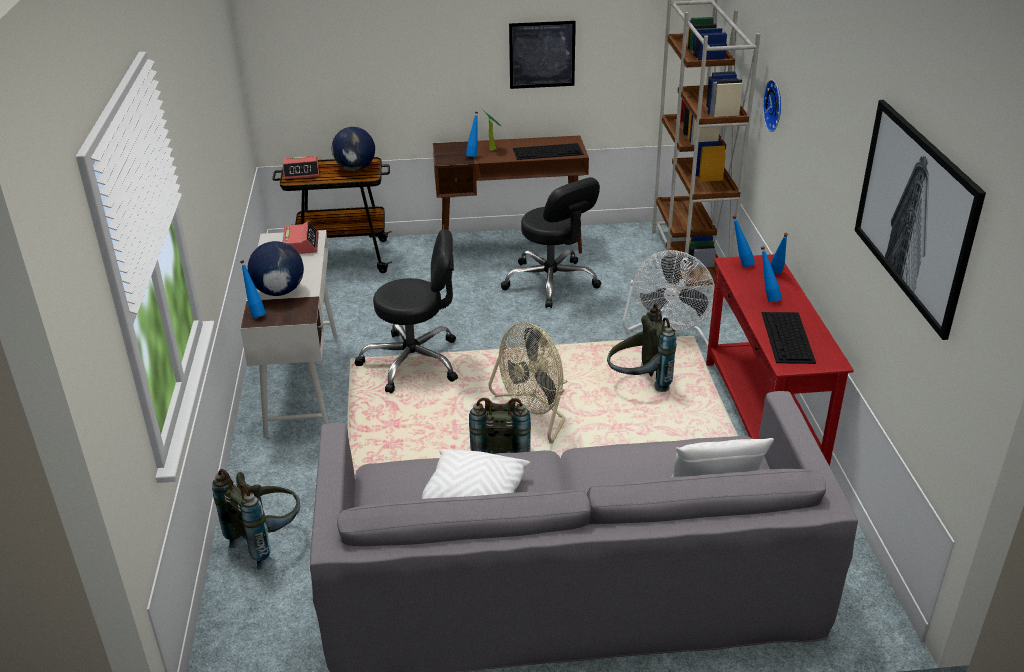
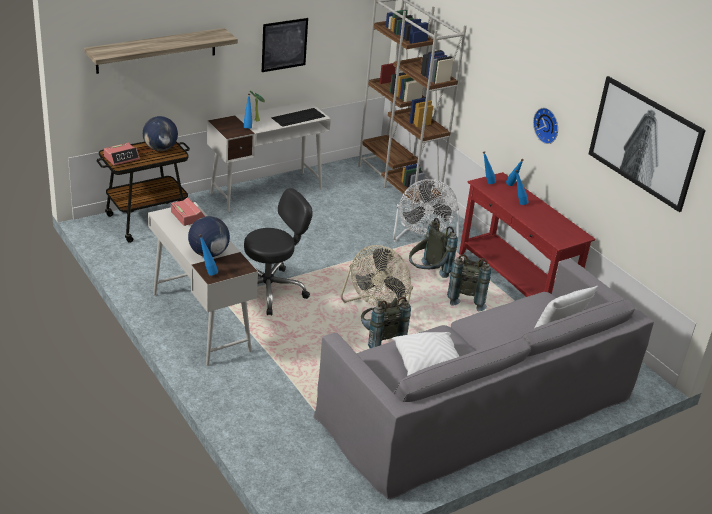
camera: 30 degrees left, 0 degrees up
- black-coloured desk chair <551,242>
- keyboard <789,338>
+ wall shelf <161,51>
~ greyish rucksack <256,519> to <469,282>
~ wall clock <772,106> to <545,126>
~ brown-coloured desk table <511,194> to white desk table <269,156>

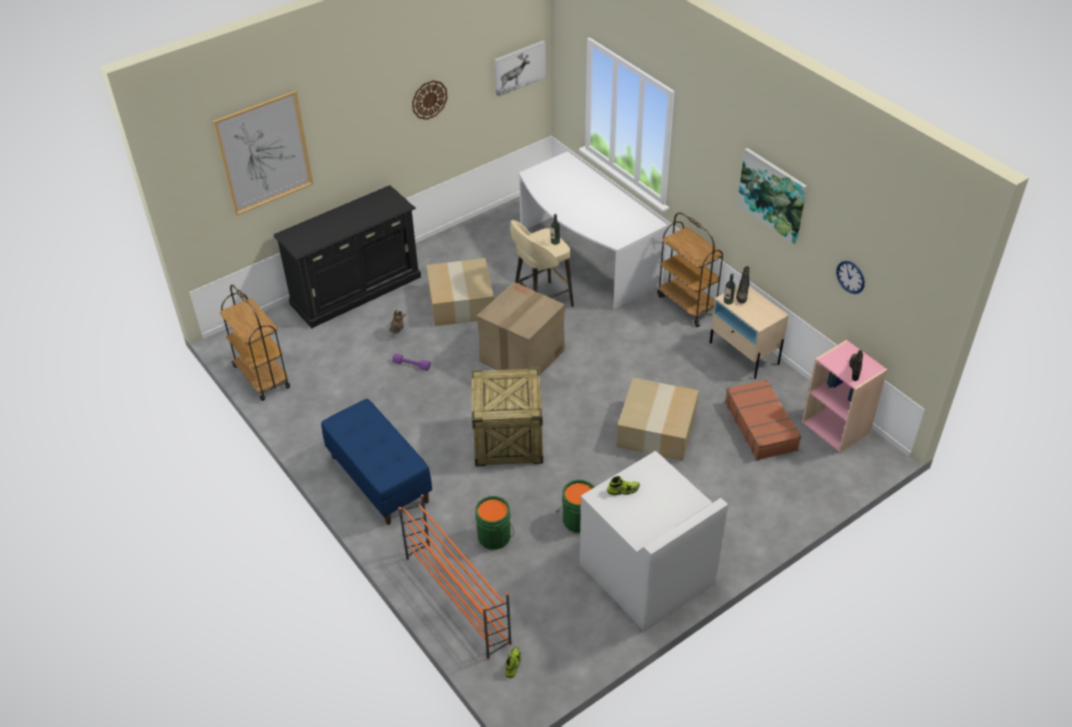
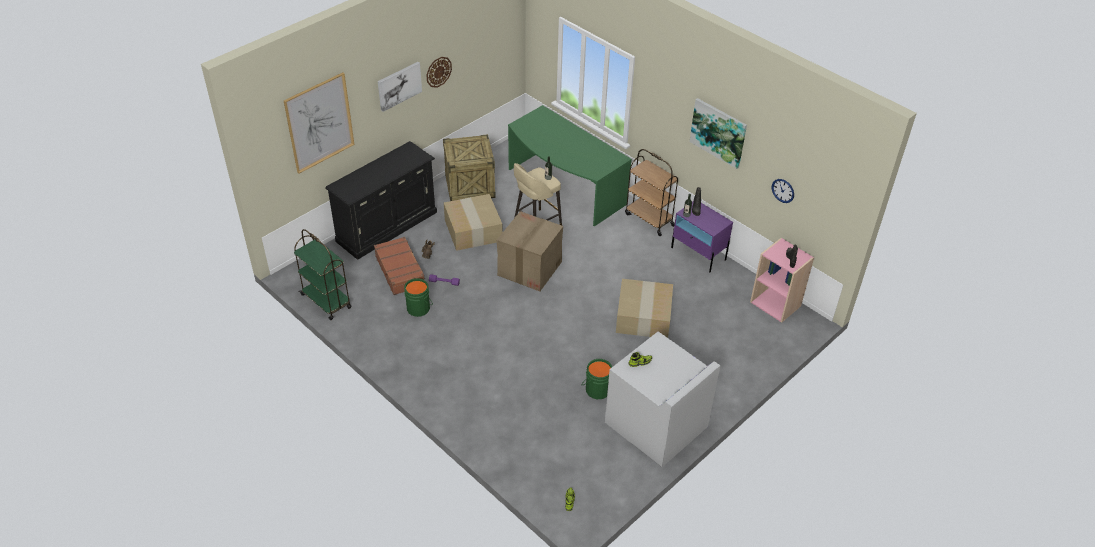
camera: 10 degrees left, 0 degrees up
- blue bench <376,462>
- orange shoe stand <455,577>
~ crate <507,417> to <469,167>
~ greenish pail <494,523> to <418,297>
~ wall art <520,69> to <400,87>
~ brown-coloured travel case <763,419> to <399,266>
~ brown-coloured wheeled cart <255,342> to greenish wheeled cart <322,274>
~ white desk table <593,229> to greenish desk table <570,165>
~ beige-coloured bedside table <749,332> to purple-coloured bedside table <702,236>

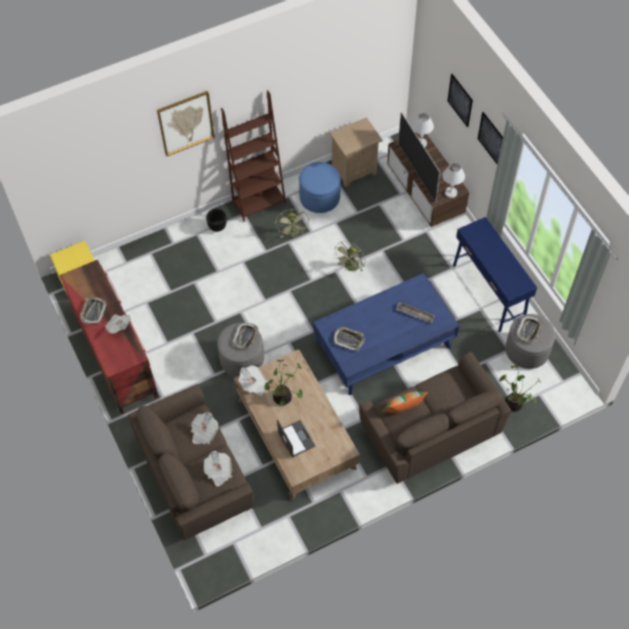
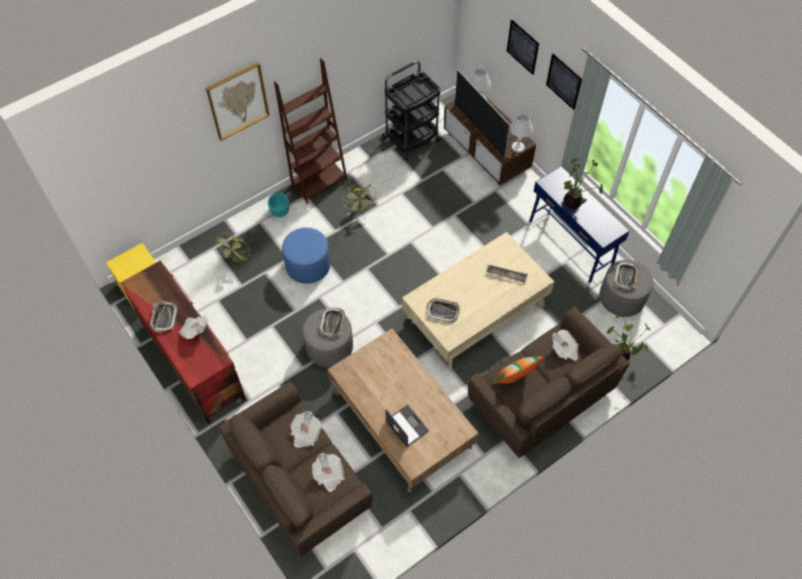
camera: 10 degrees left, 0 degrees up
~ daily paper <253,381> to <565,345>
~ plant in a pot <283,383> to <583,183>
~ blue ottoman <319,187> to <306,256>
~ greenish fan <349,256> to <234,248>
~ beige-coloured bedside table <356,152> to black-coloured wheeled cart <411,110>
~ black-coloured planter <216,220> to turquoise planter <278,205>
~ blue coffee table <386,334> to beige-coloured coffee table <478,300>

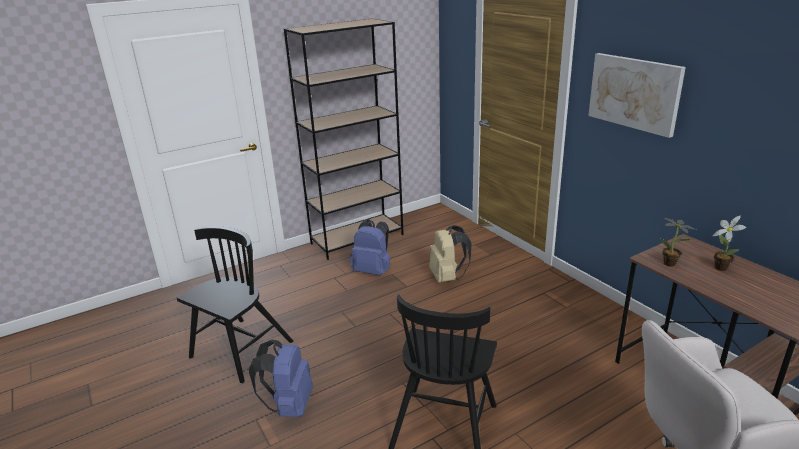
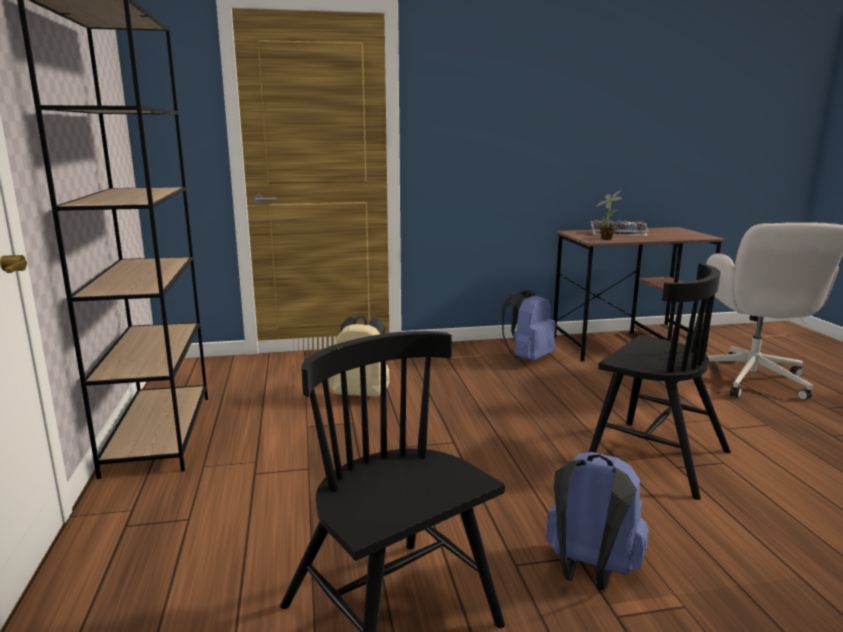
camera: 70 degrees left, 10 degrees down
- wall art <637,95>
~ blue rucksack <370,248> to <529,325>
~ plant in a pot <730,243> to keyboard <620,228>

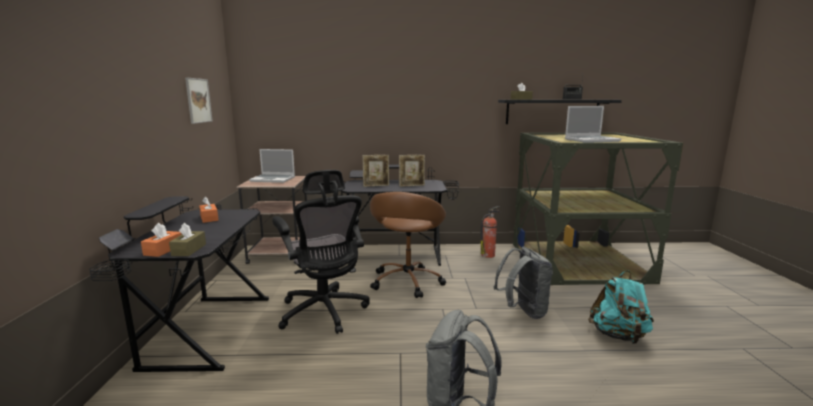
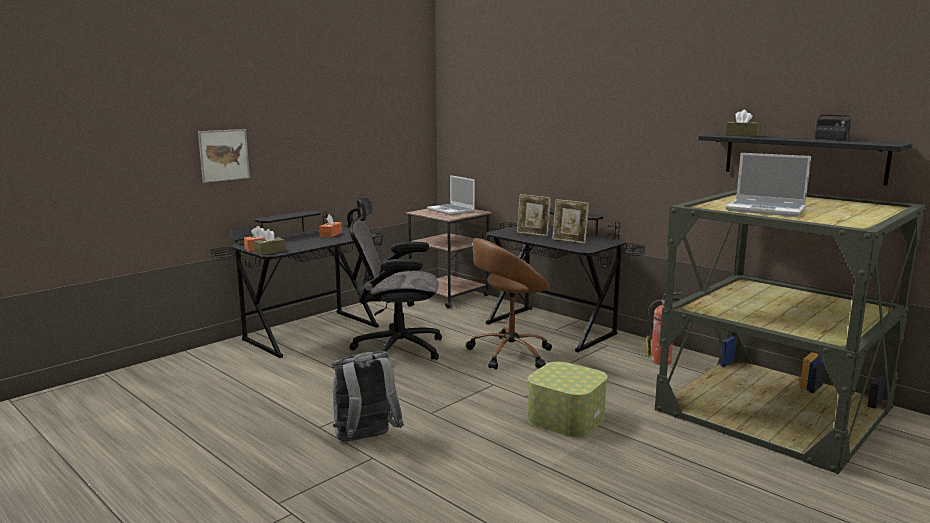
camera: 45 degrees right, 0 degrees up
- turquoise rucksack <621,307>
~ wall art <199,100> to <224,156>
~ greyish rucksack <523,283> to storage bin <567,399>
~ desk chair <321,252> = <394,277> 75 degrees clockwise

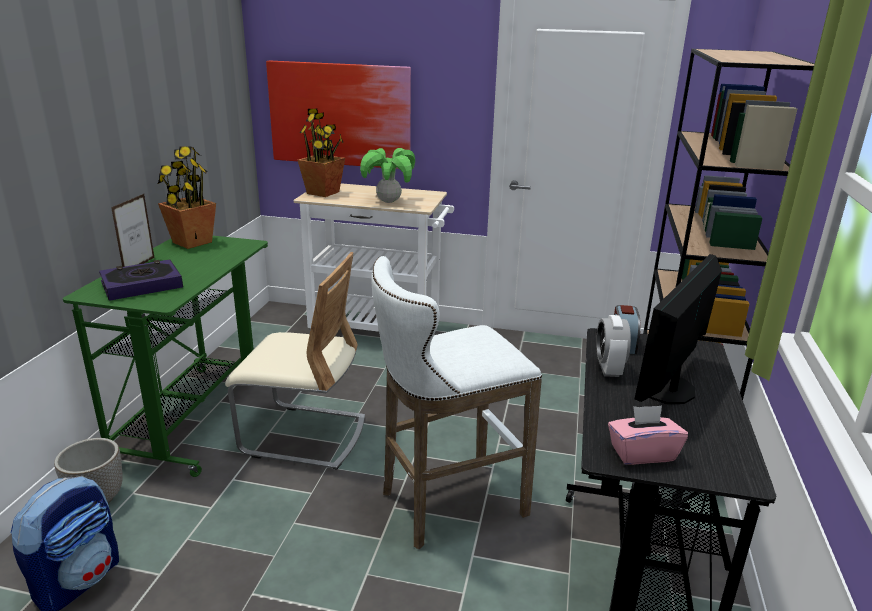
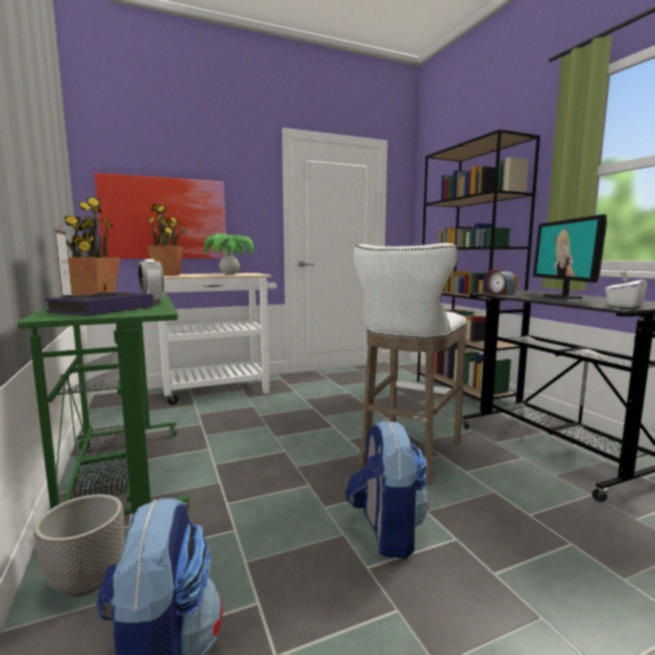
camera: 35 degrees left, 15 degrees down
- beige-coloured chair <295,361>
+ rucksack <387,489>
~ bedside clock <613,346> to <151,281>
~ pinkish box of tissues <648,435> to white box of tissues <626,289>

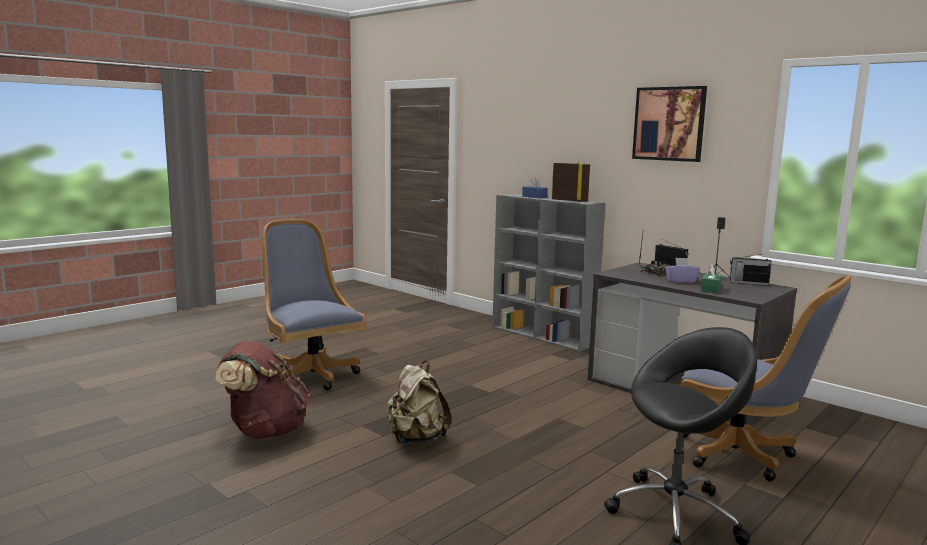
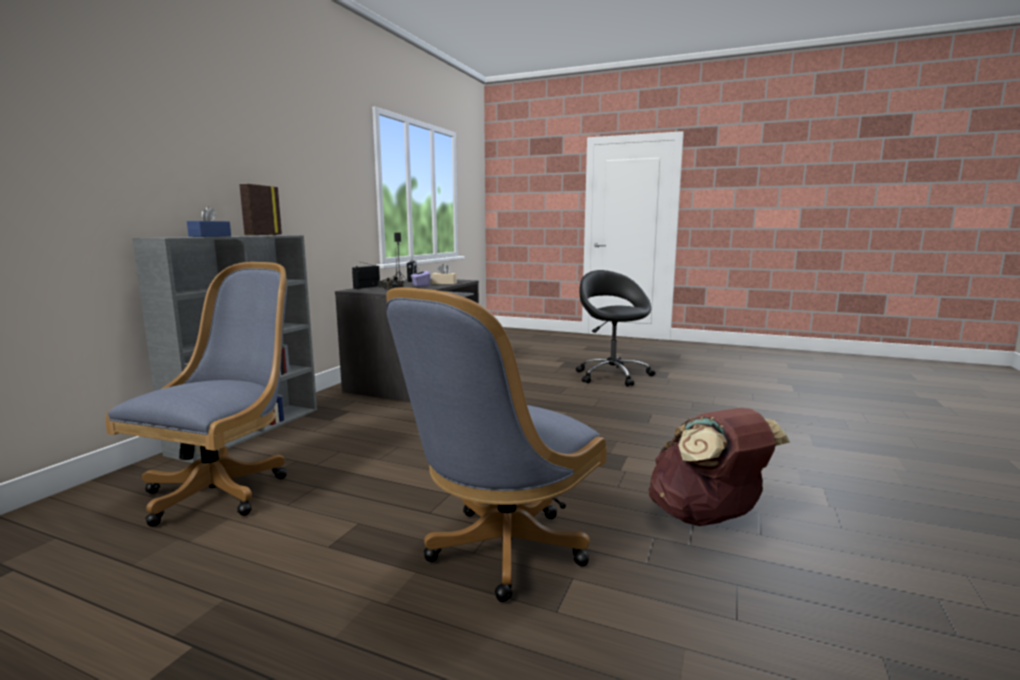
camera: 110 degrees left, 0 degrees up
- beige-coloured rucksack <419,402>
- wall art <669,124>
~ blue desk chair <766,378> to <196,394>
~ greenish box of tissues <711,278> to beige-coloured box of tissues <444,274>

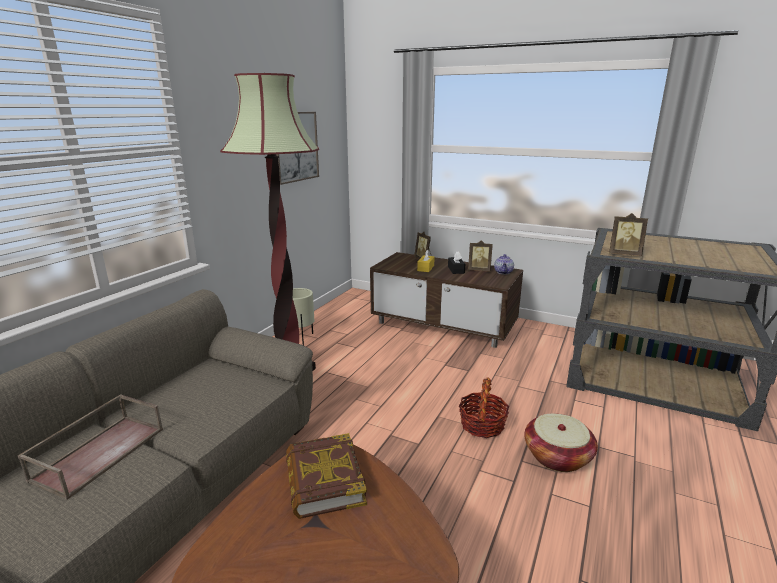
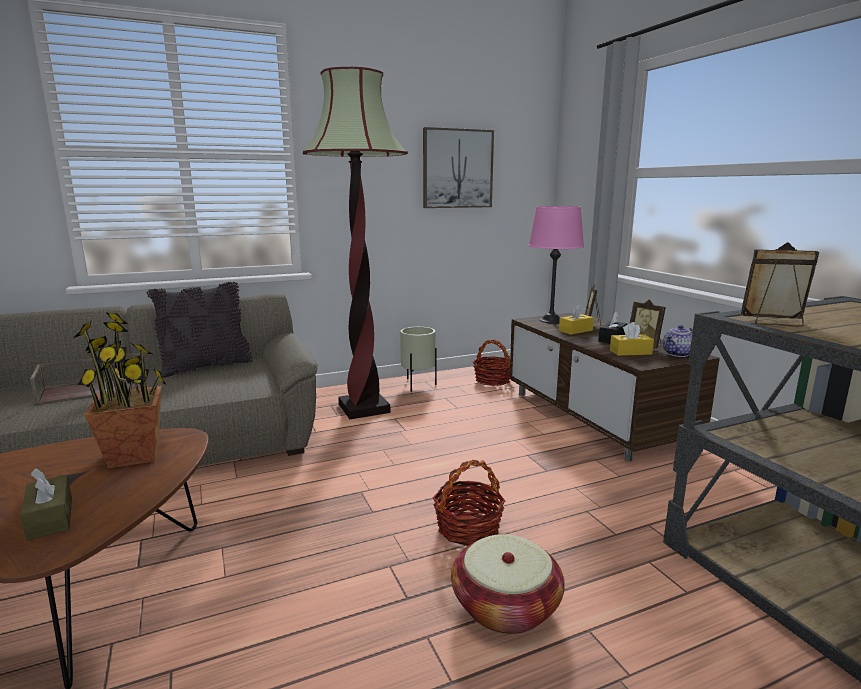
camera: 40 degrees right, 5 degrees down
+ brown-coloured box of tissues <46,504>
+ black-coloured cushion <199,329>
+ basket <491,362>
+ pinkish lamp for a table <556,264>
+ yellowish box of tissues <632,339>
~ bound book <326,476> to plant in a pot <120,390>
~ photo frame <628,234> = <780,284> 135 degrees clockwise

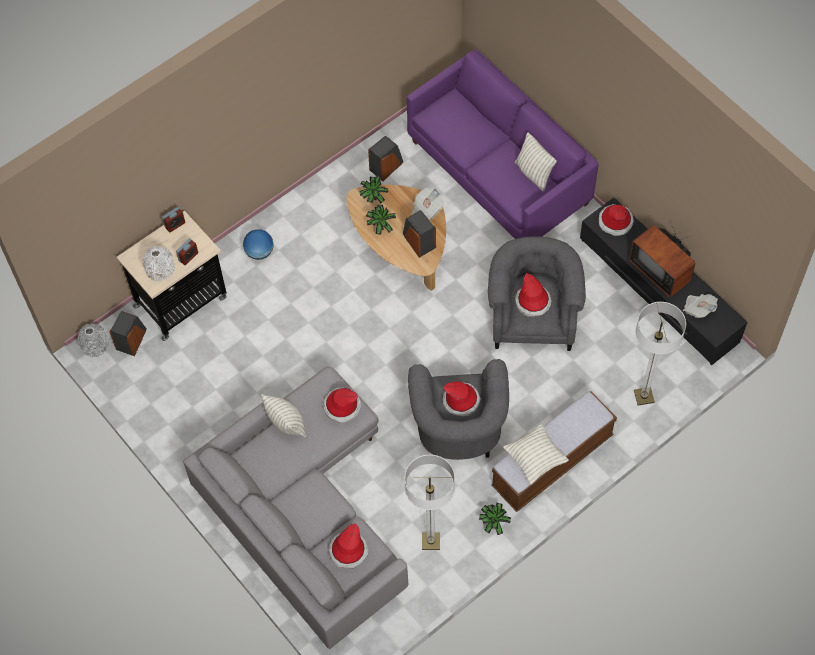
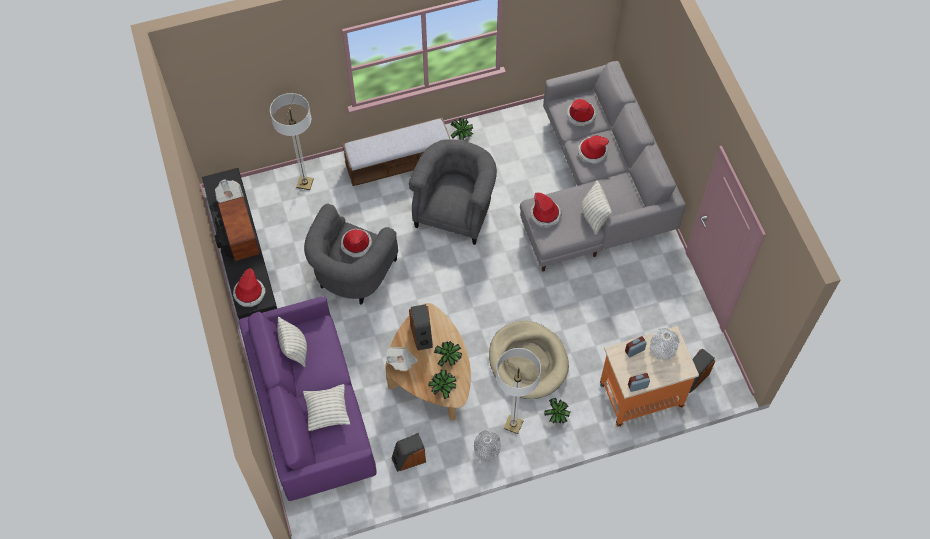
camera: 160 degrees left, 0 degrees up
+ beige-coloured dog bed <529,360>
~ greyish flower vase <93,340> to <487,445>
~ standard lamp <430,502> to <518,391>
~ hat <462,398> to <593,149>
~ cushion <536,454> to <326,407>
~ globe <258,244> to plant in a pot <557,410>
~ black-coloured wheeled cart <171,276> to orange wheeled cart <649,376>

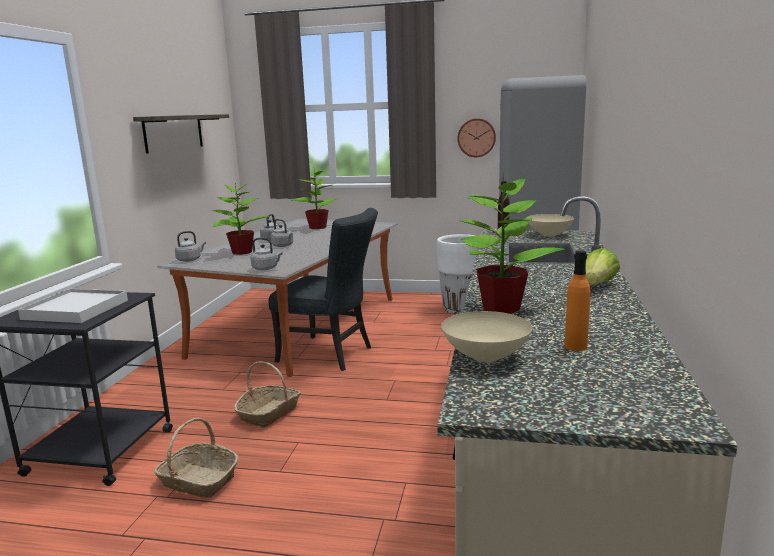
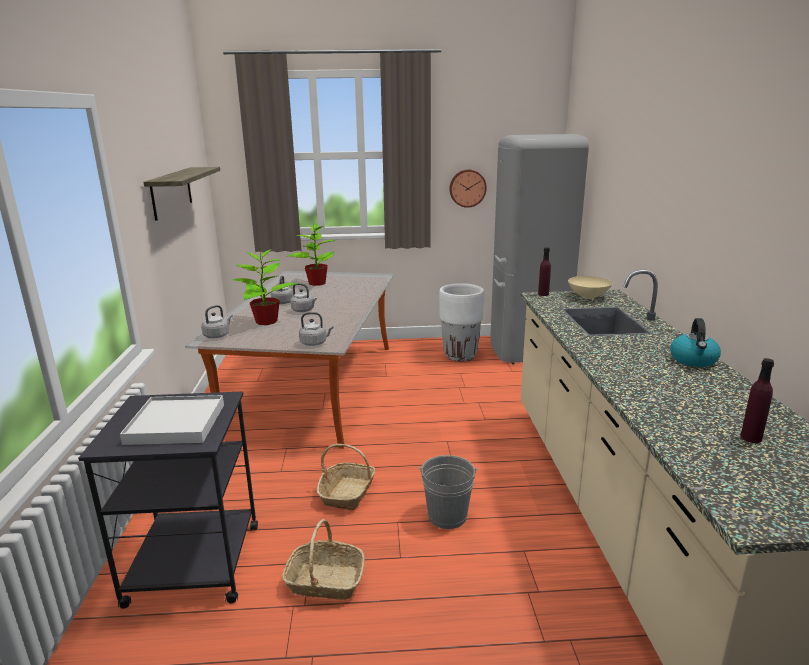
camera: 15 degrees left, 5 degrees up
- greyish chair <323,289>
- beige-coloured bowl <486,336>
- plant in a pot <512,243>
+ greyish pail <448,492>
~ lettuce head <602,266> to kettle <695,342>
~ orange beverage bottle <577,300> to purple-coloured beverage bottle <757,400>

